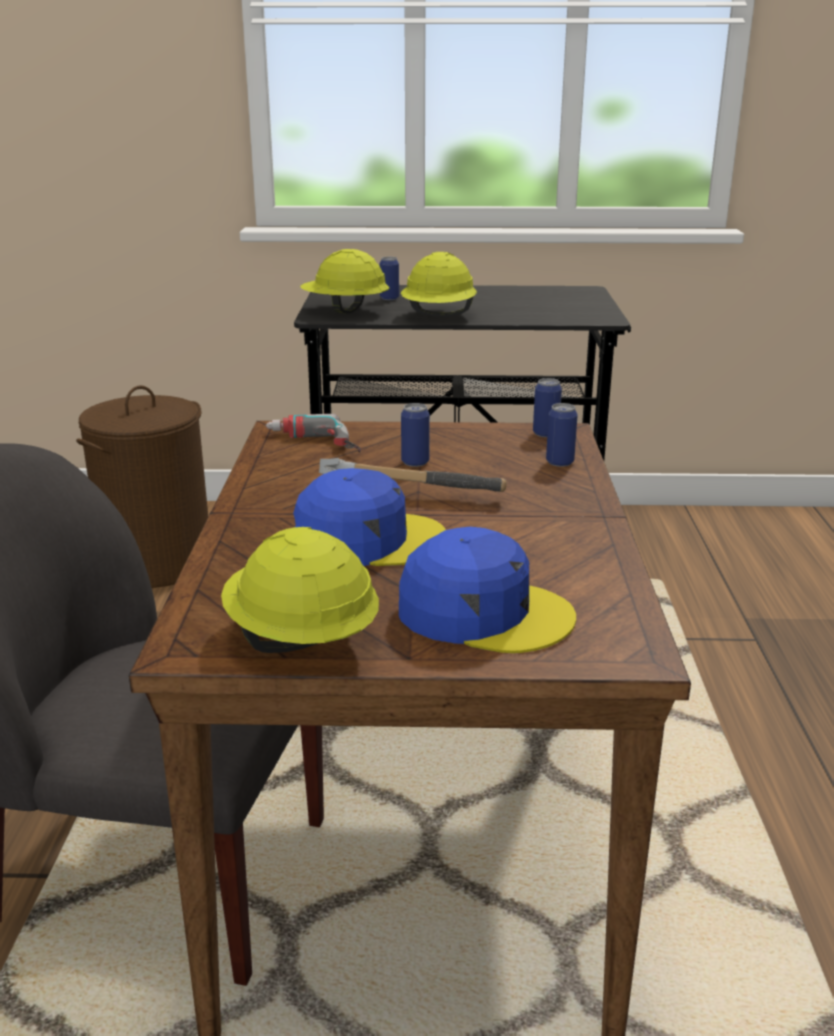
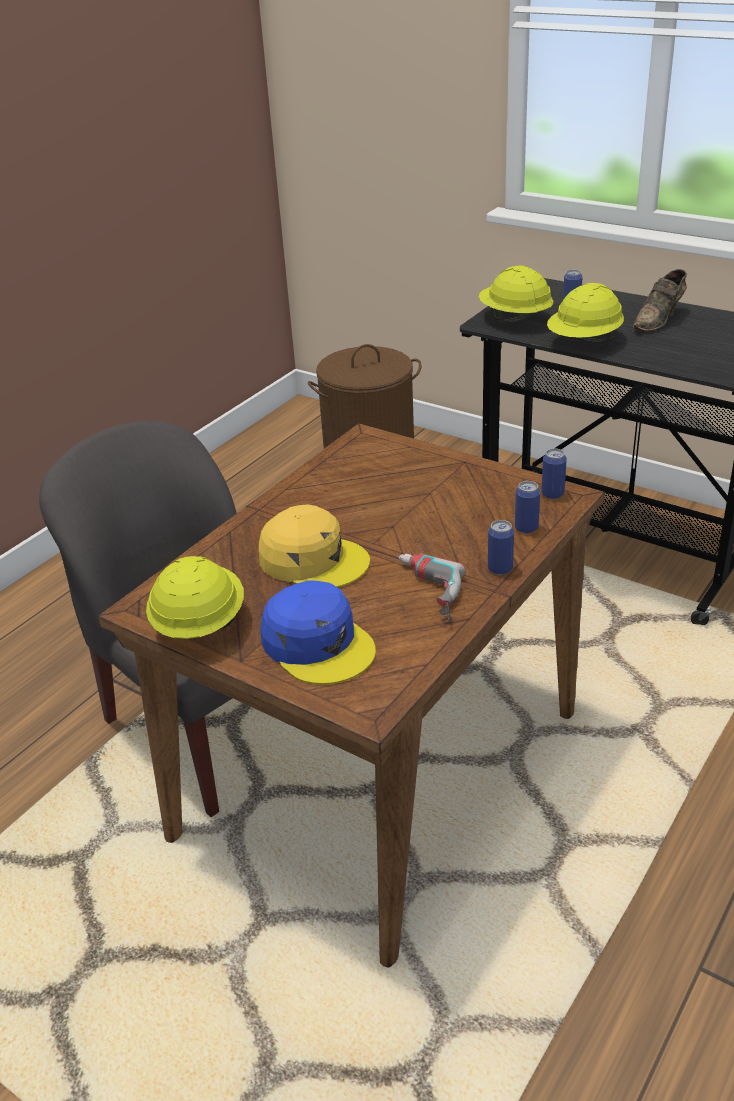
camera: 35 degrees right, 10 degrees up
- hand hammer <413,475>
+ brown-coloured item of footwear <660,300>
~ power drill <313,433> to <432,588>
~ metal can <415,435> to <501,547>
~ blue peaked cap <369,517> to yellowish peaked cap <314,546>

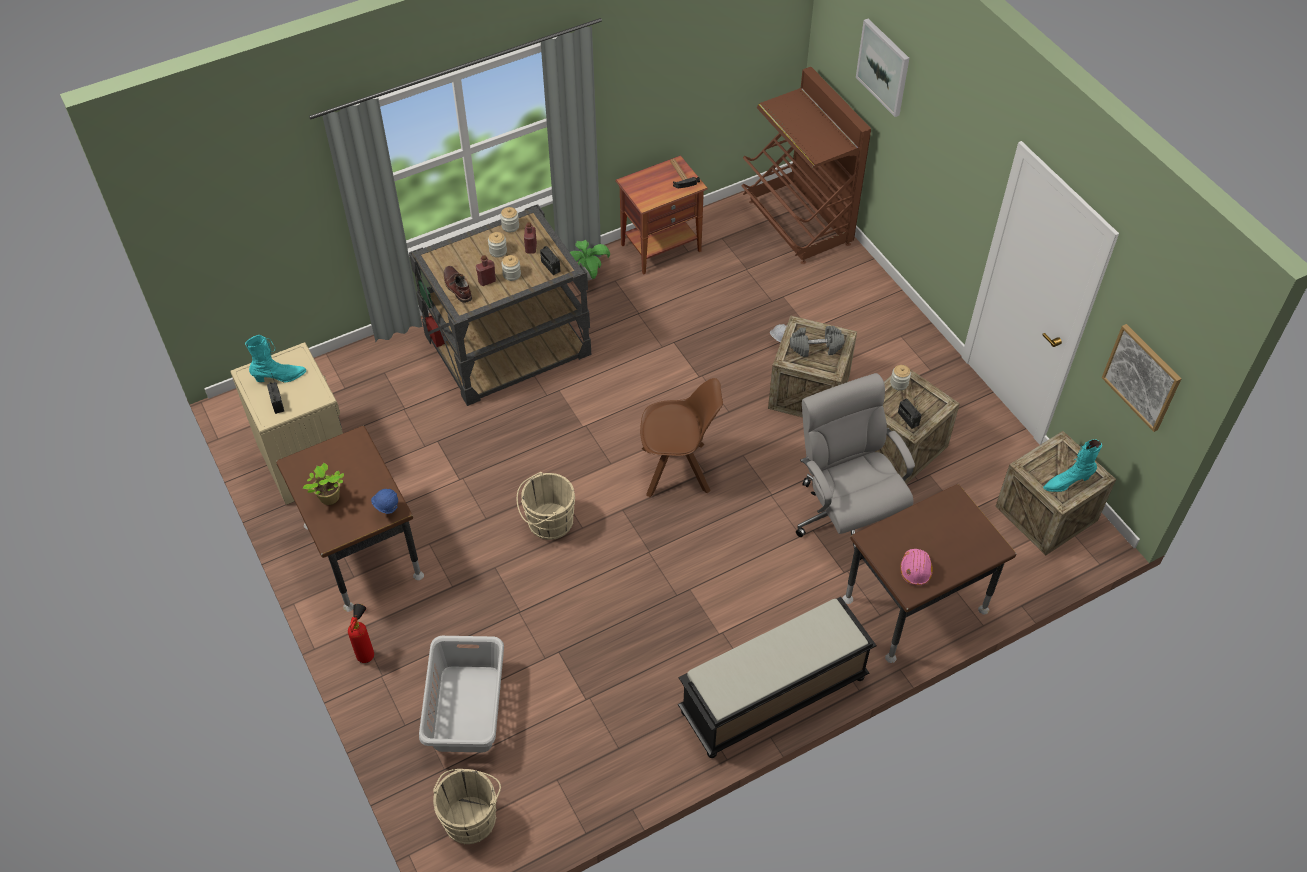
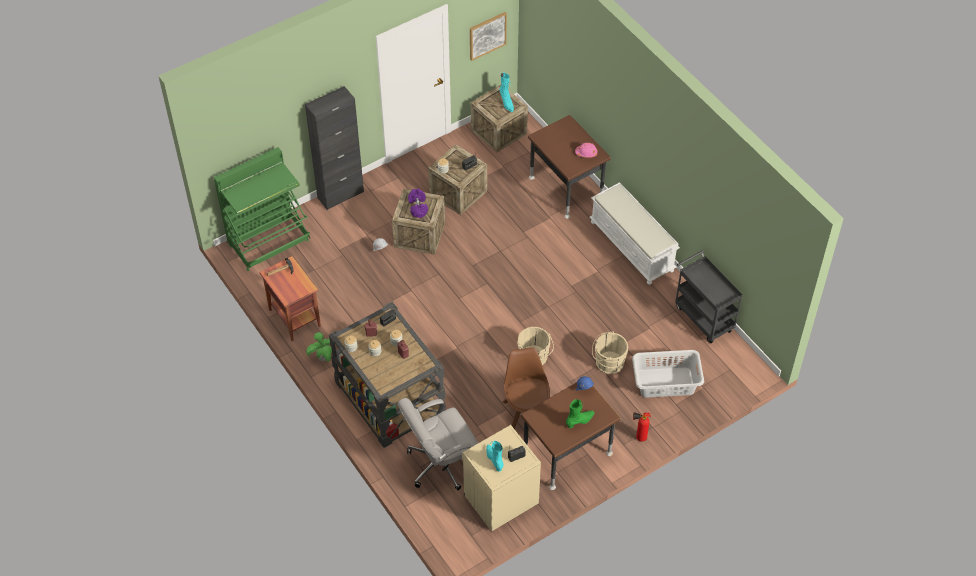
camera: 95 degrees left, 0 degrees up
- brown-coloured tall boot <458,284>
- wall art <882,68>
+ black-coloured cupboard <334,148>
+ greyish wheeled cart <708,296>
~ beige-coloured pail <467,807> to <610,352>
~ brown-coloured chair <681,437> to <526,388>
~ greyish desk chair <855,466> to <438,444>
~ plant in a pot <323,484> to greenish tall boot <580,413>
~ black-coloured bench <777,677> to white bench <634,233>
~ brown-coloured shoe stand <806,165> to greenish shoe stand <262,209>
~ greyish dumbbell <817,341> to purple-coloured dumbbell <418,203>

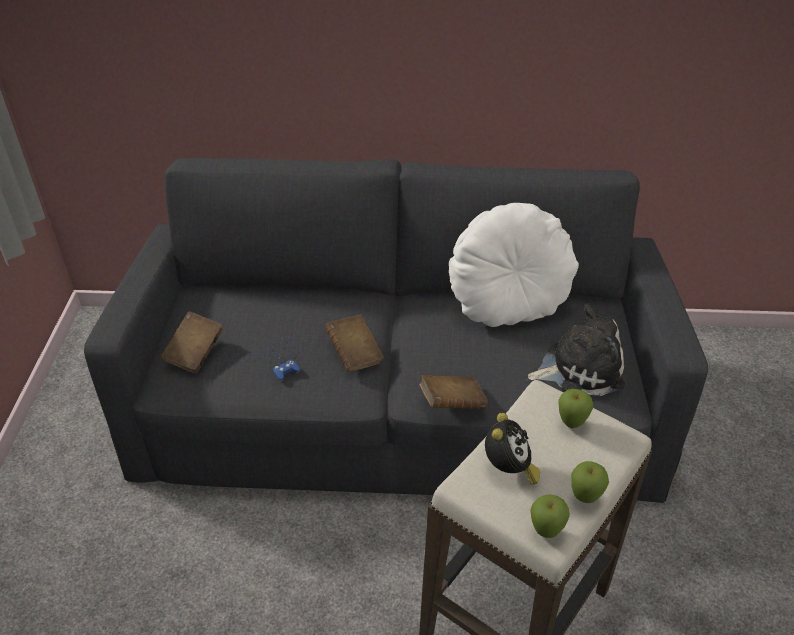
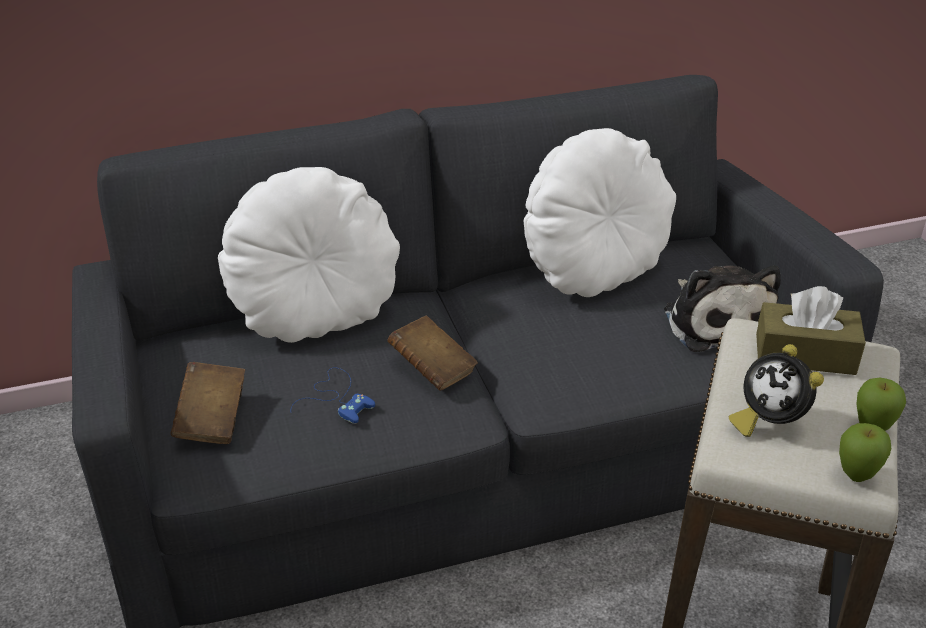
camera: 20 degrees left, 5 degrees down
- brown-coloured bound book <453,392>
+ white cushion <309,255>
~ whole apple <576,408> to brown-coloured box of tissues <811,330>
~ bedside clock <512,449> = <776,390> 150 degrees clockwise
~ soft toy <576,349> = <722,308> 105 degrees clockwise

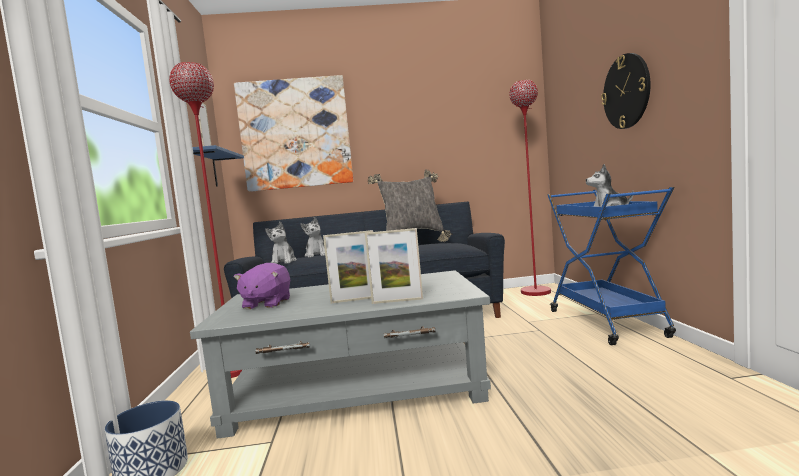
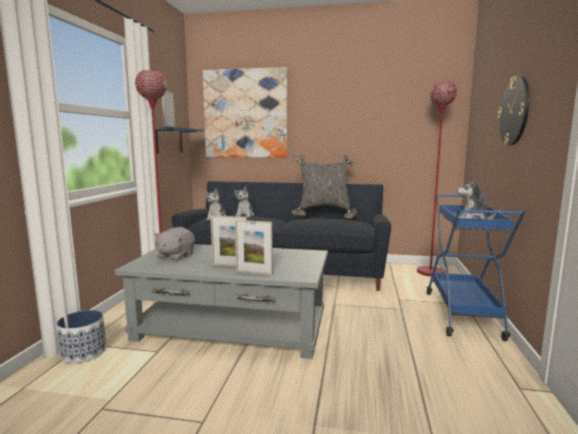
camera: 15 degrees right, 5 degrees up
~ purple-coloured soft toy <262,286> to greyish soft toy <174,244>

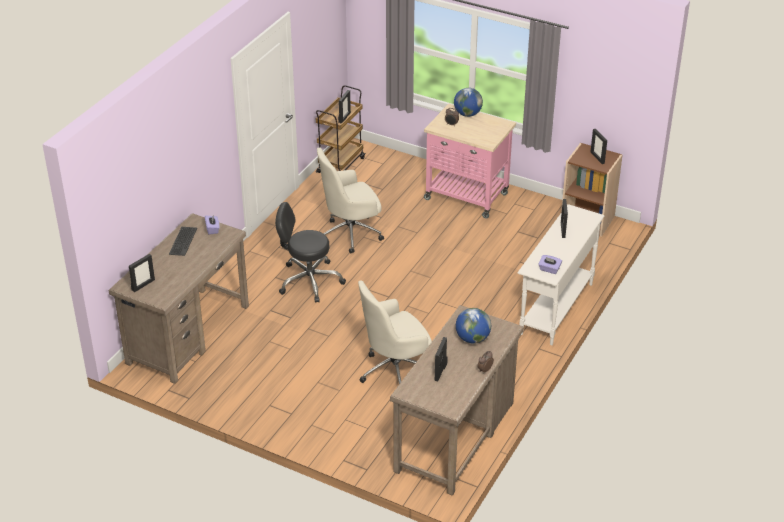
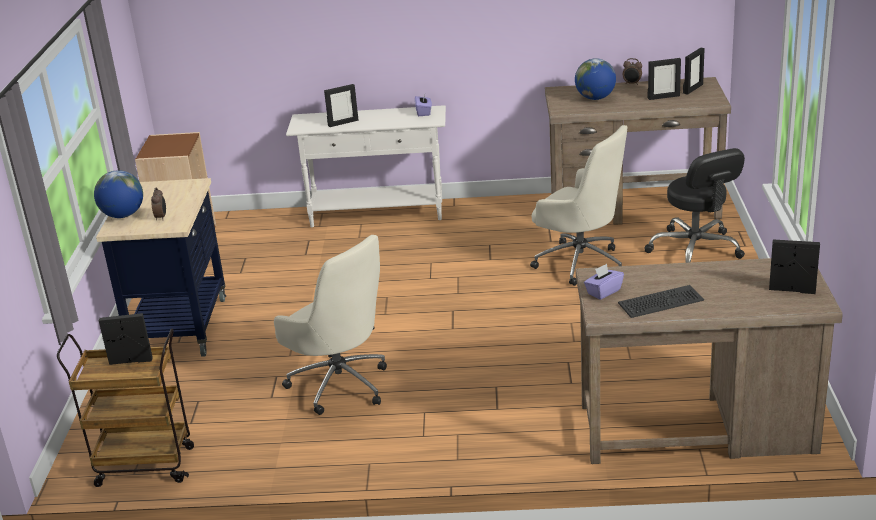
camera: 115 degrees left, 10 degrees down
~ black-coloured desk chair <310,252> to <695,205>
~ photo frame <598,146> to <694,71>
~ pinkish wheeled cart <470,161> to blue wheeled cart <161,267>

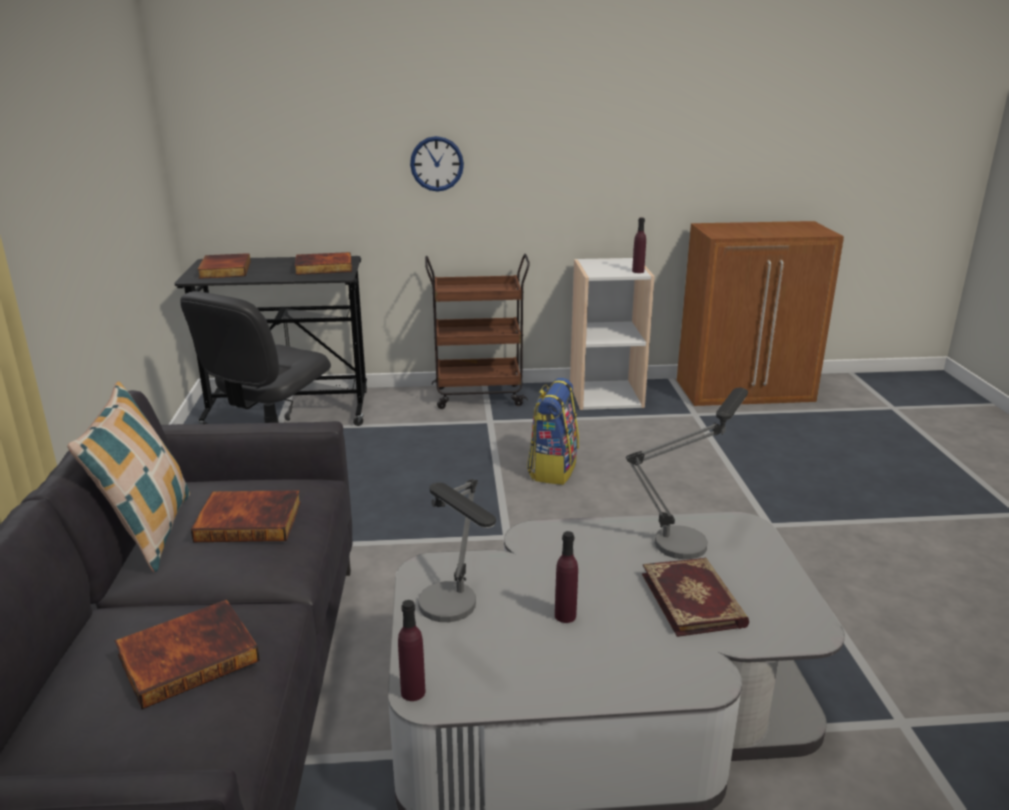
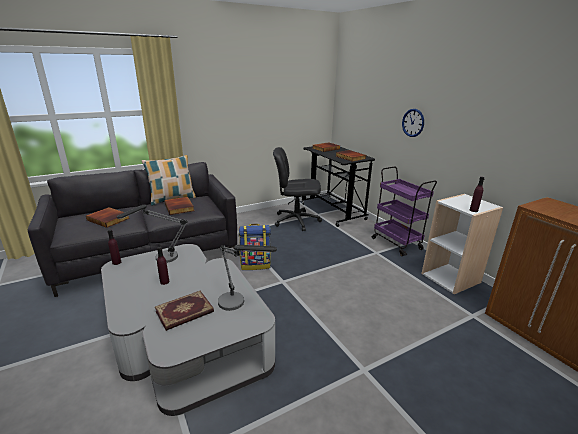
camera: 65 degrees right, 0 degrees up
~ rucksack <553,431> to <254,247>
~ brown-coloured wheeled cart <477,331> to purple-coloured wheeled cart <404,211>

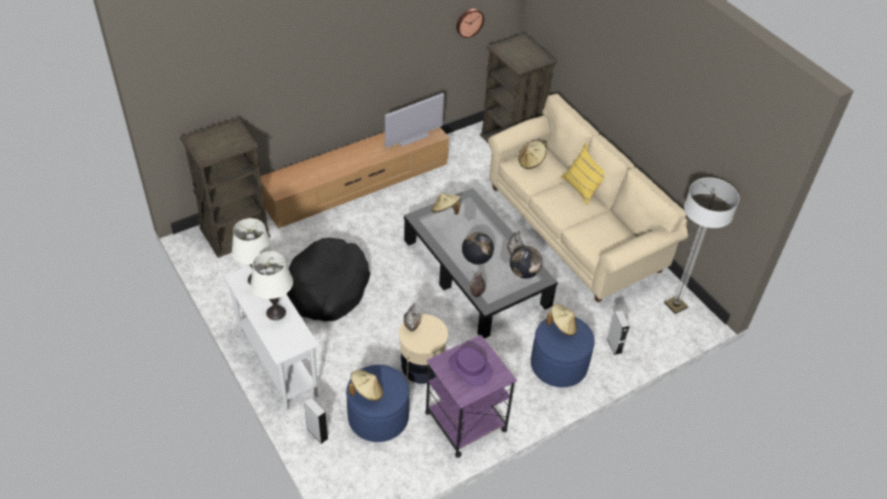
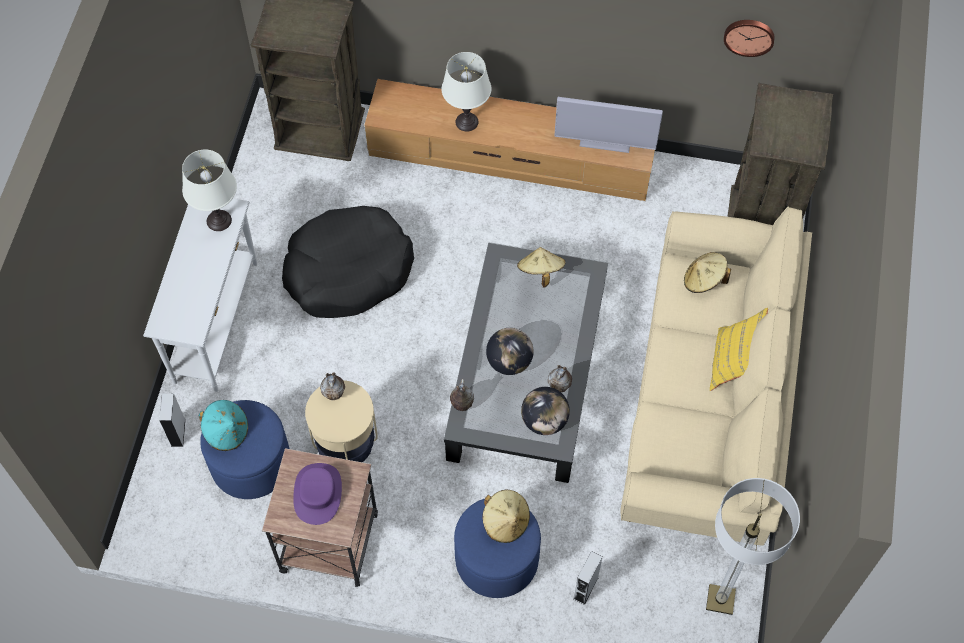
camera: 45 degrees right, 15 degrees up
~ white lamp for a table <272,285> to <466,91>
~ beige-coloured hat <366,385> to turquoise hat <223,425>
~ purple-coloured wheeled cart <471,396> to brown-coloured wheeled cart <320,517>

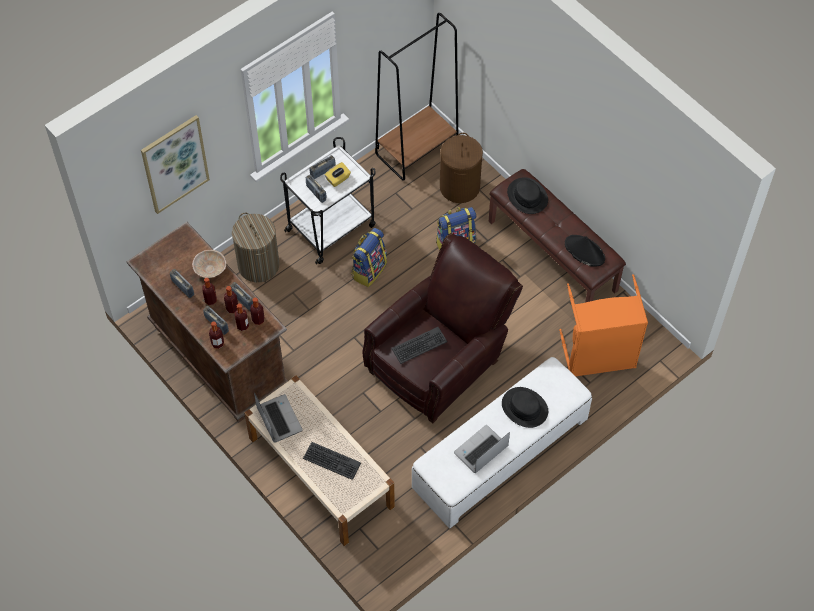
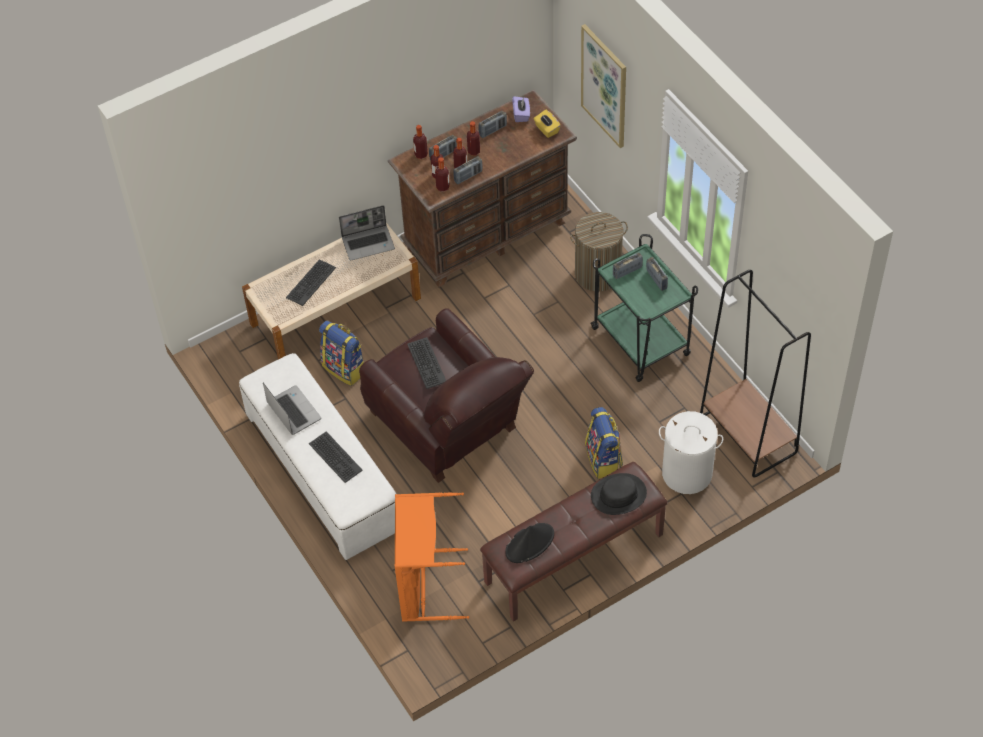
camera: 100 degrees right, 5 degrees down
- beige-coloured bowl <209,264>
+ purple-coloured box of tissues <521,109>
~ yellowish box of tissues <338,174> to <547,124>
~ rucksack <369,257> to <341,353>
~ black-coloured hat <525,407> to keyboard <336,457>
~ white wheeled cart <328,200> to greenish wheeled cart <644,308>
~ brown-coloured hamper <461,168> to white hamper <691,452>

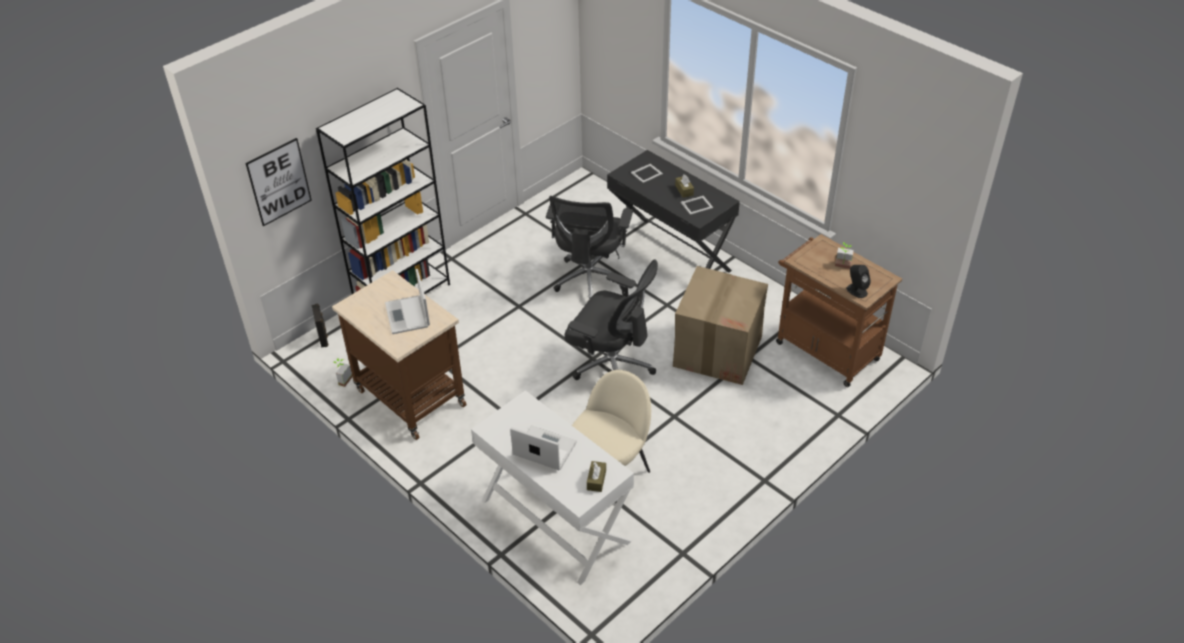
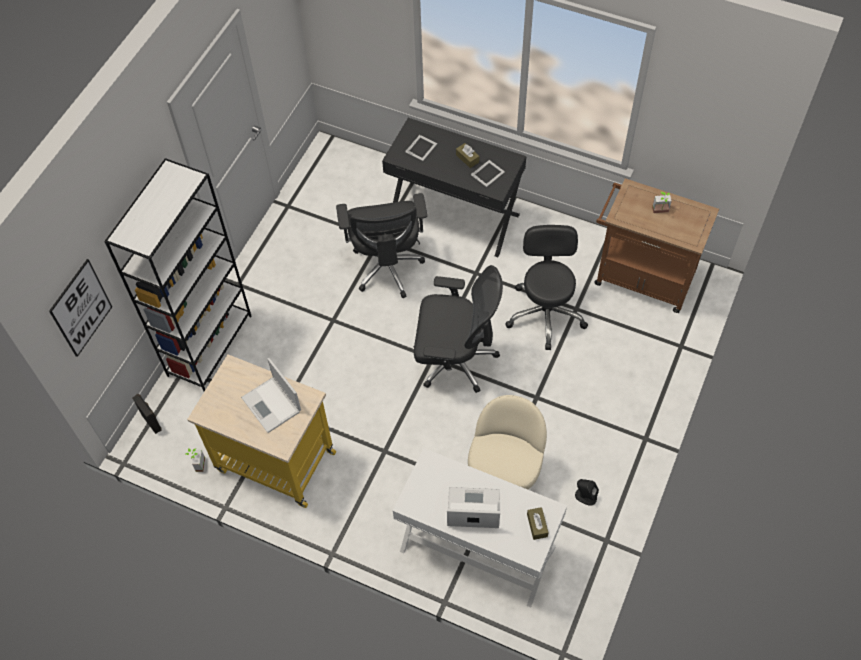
camera: 20 degrees left, 15 degrees up
~ black-coloured loudspeaker <858,281> to <587,492>
~ cardboard box <720,325> to black-coloured desk chair <546,287>
~ brown-coloured wheeled cart <399,355> to yellowish wheeled cart <261,431>

